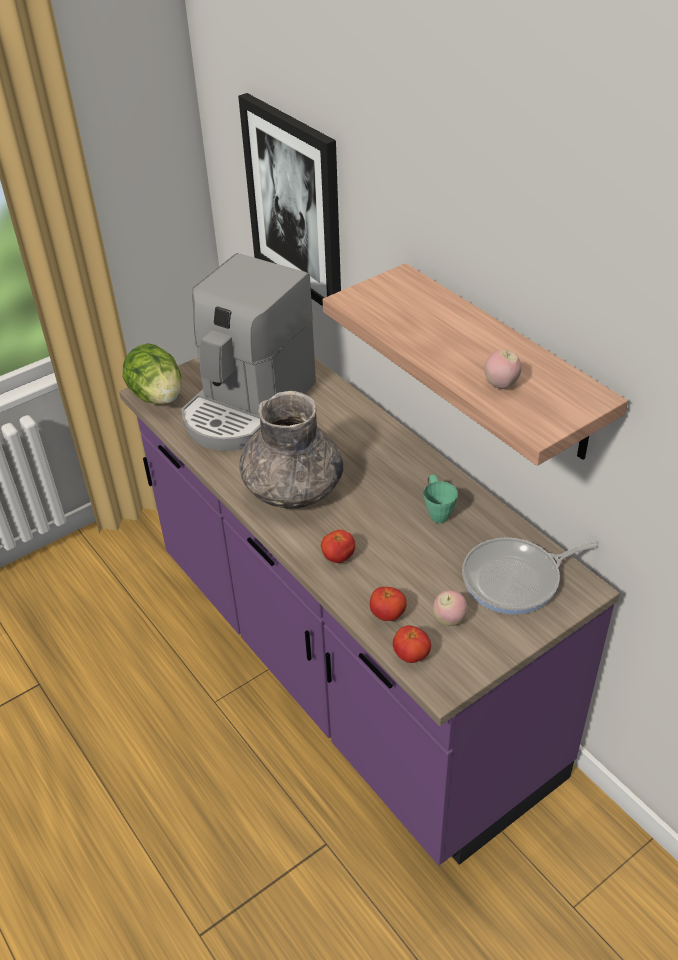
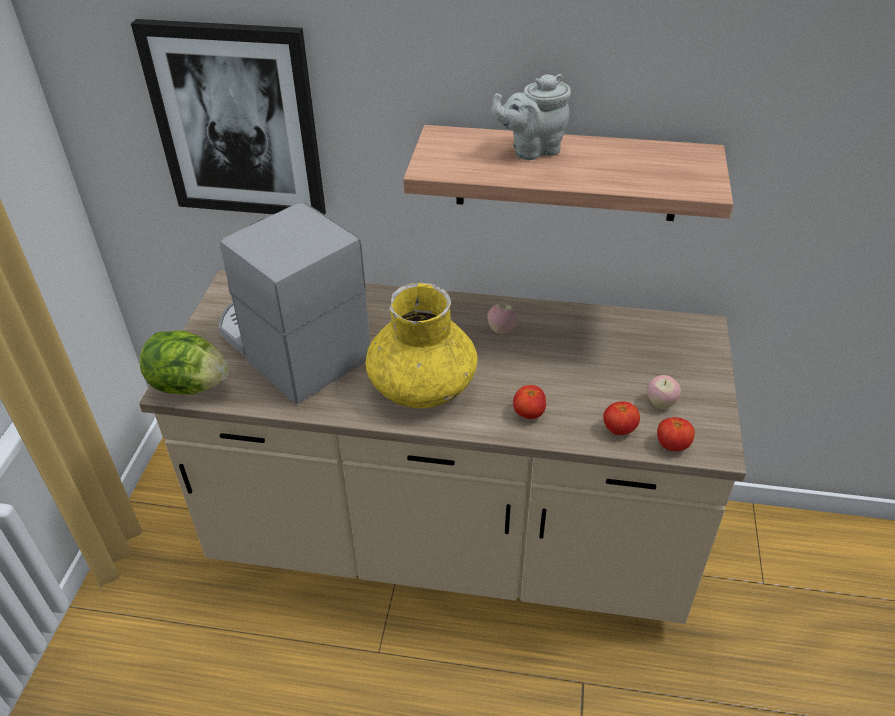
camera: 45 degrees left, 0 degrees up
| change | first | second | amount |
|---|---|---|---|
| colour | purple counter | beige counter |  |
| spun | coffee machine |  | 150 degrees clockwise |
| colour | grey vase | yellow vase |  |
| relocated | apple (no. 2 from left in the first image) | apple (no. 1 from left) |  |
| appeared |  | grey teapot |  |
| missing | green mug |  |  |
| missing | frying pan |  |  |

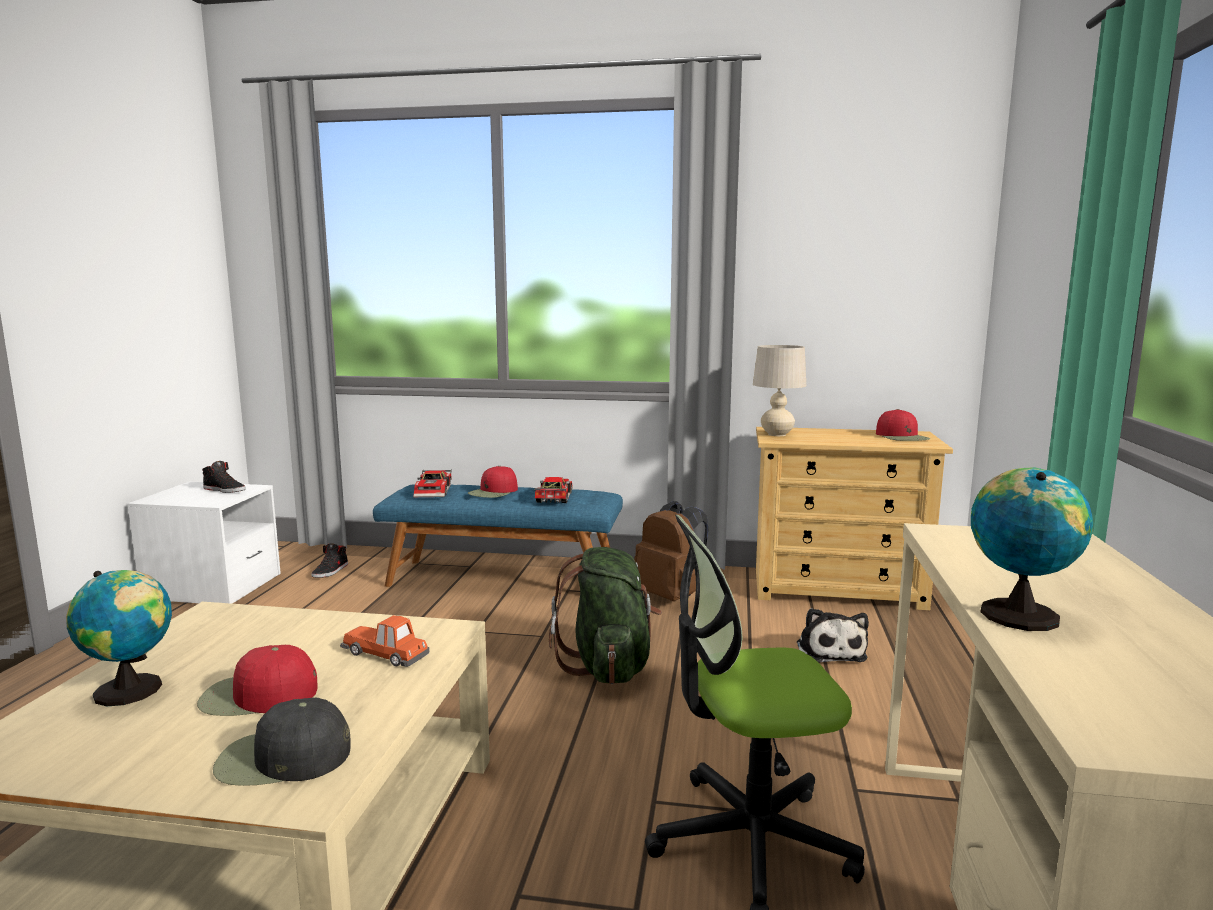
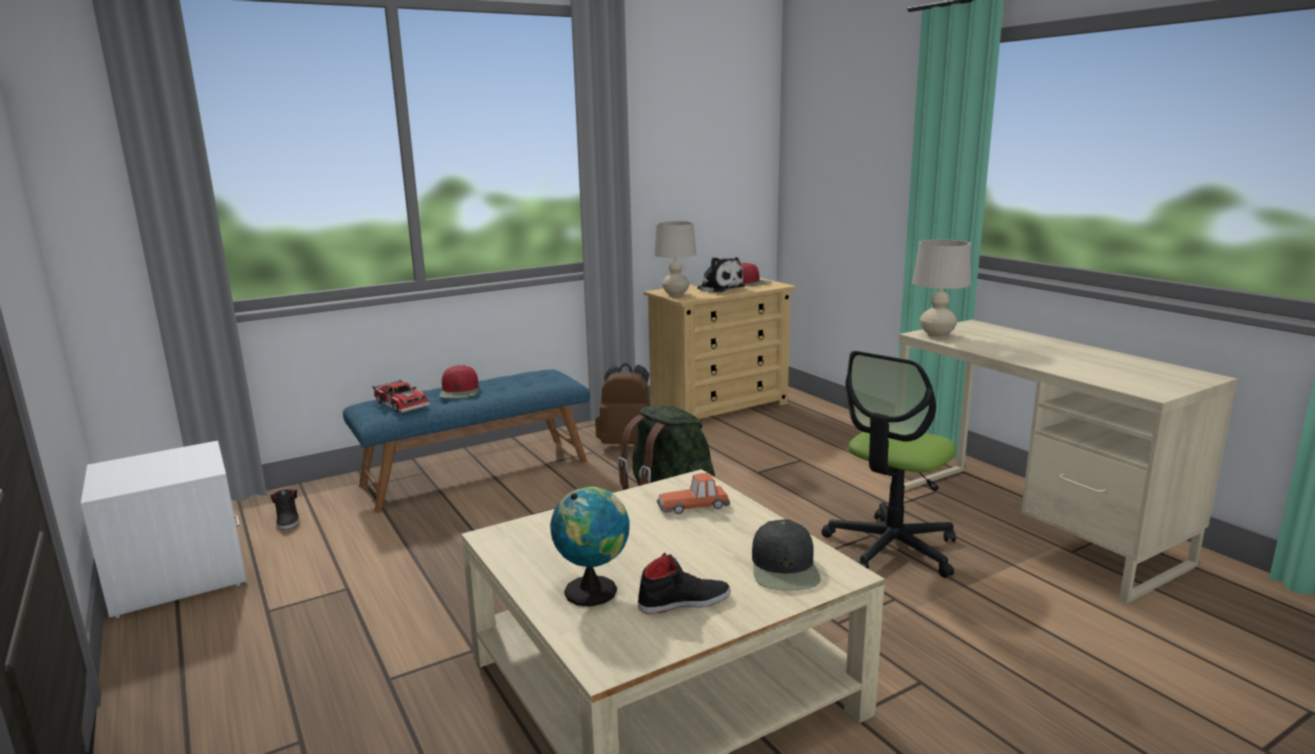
camera: 40 degrees left, 5 degrees up
| change | first | second | amount |
|---|---|---|---|
| relocated | black shoe (no. 1 from left in the first image) | black shoe (no. 2 from left) |  |
| relocated | plush toy |  |  |
| spun | black cap |  | 45 degrees counterclockwise |
| appeared |  | beige table lamp (no. 2 from left) |  |
| missing | red cap (no. 1 from left) |  |  |
| missing | toy car (no. 3 from left) |  |  |
| missing | globe (no. 2 from left) |  |  |

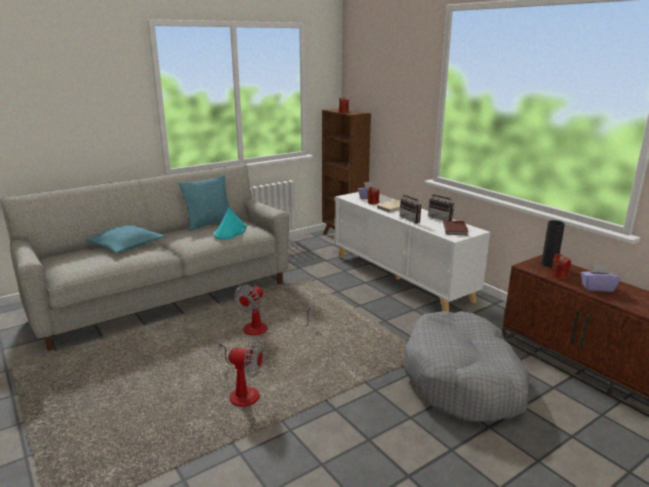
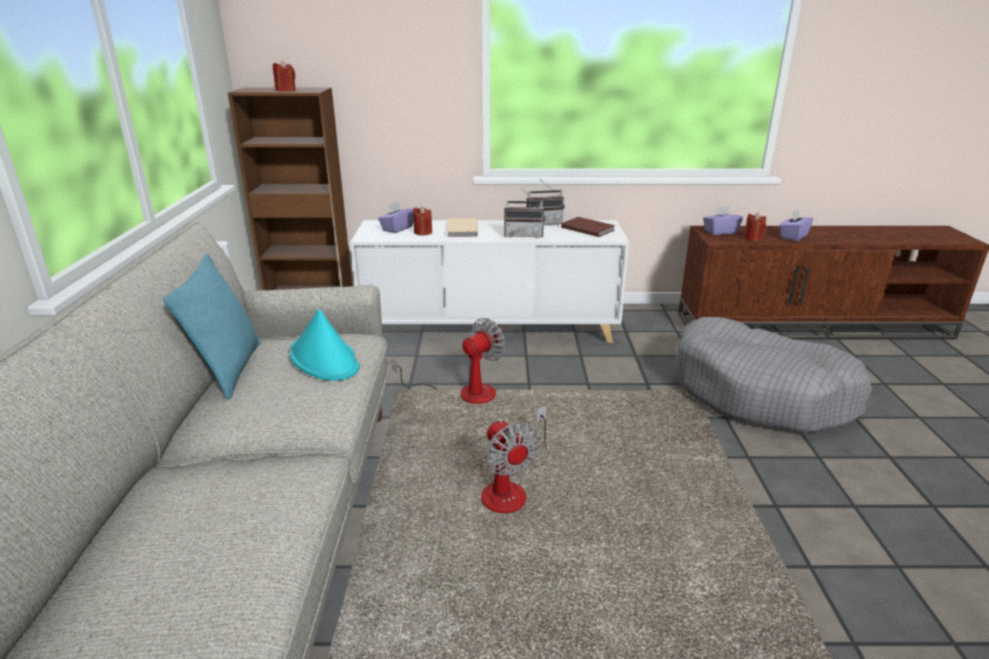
camera: 55 degrees left, 5 degrees up
| change | first | second | amount |
|---|---|---|---|
| relocated | fan (no. 1 from left) |  |  |
| exchanged | black vase | purple tissue box (no. 2 from left) |  |
| missing | turquoise pillow (no. 1 from left) |  |  |

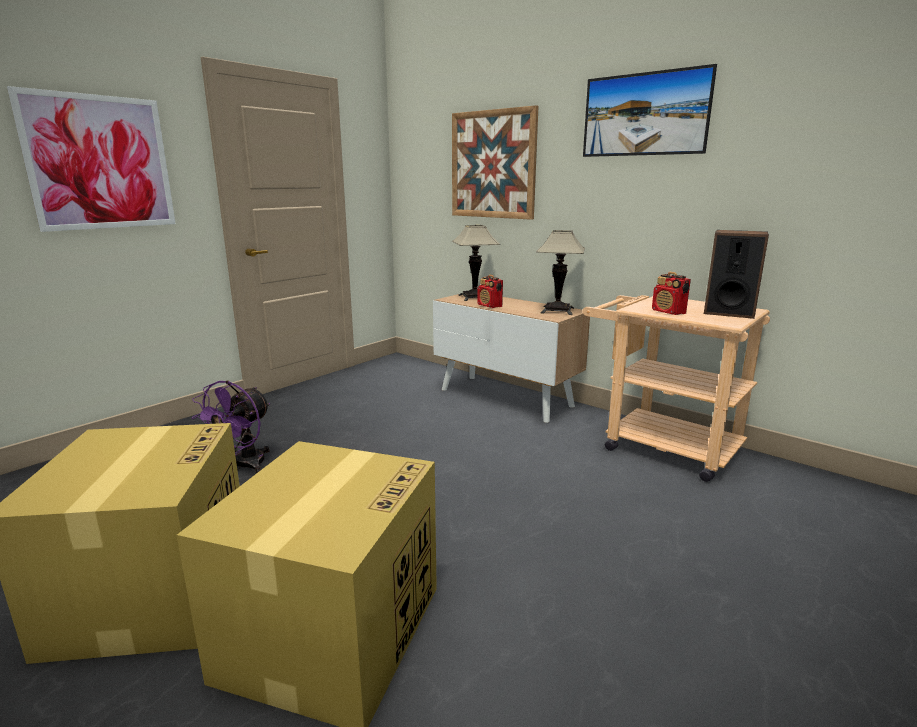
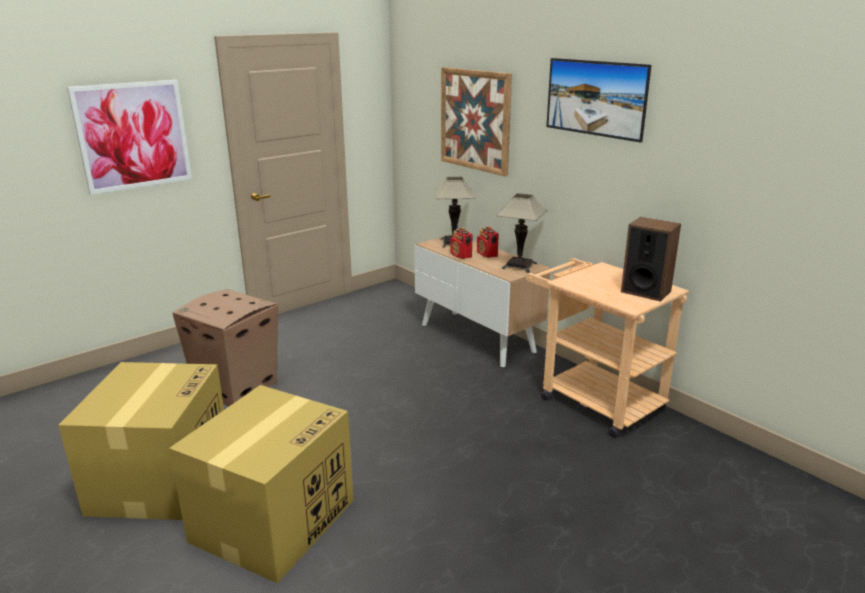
camera: 10 degrees right, 5 degrees up
| change | first | second | amount |
|---|---|---|---|
| exchanged | purple fan | cardboard box (no. 2 from left) |  |
| relocated | radio (no. 2 from left) |  |  |

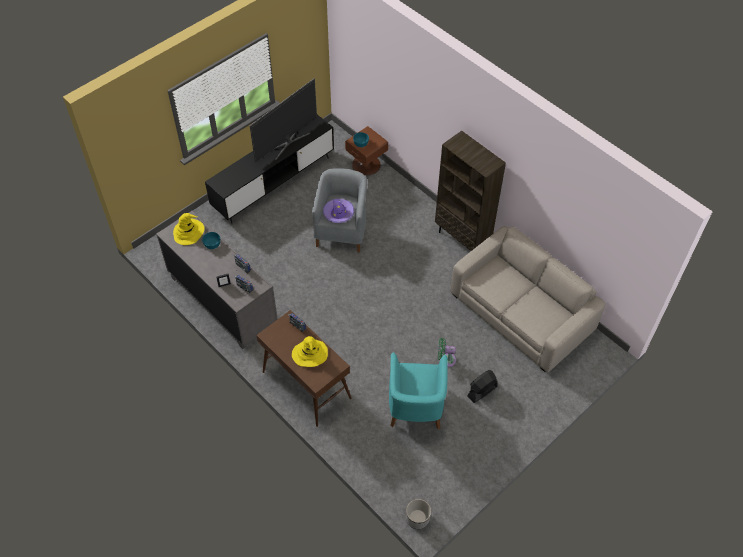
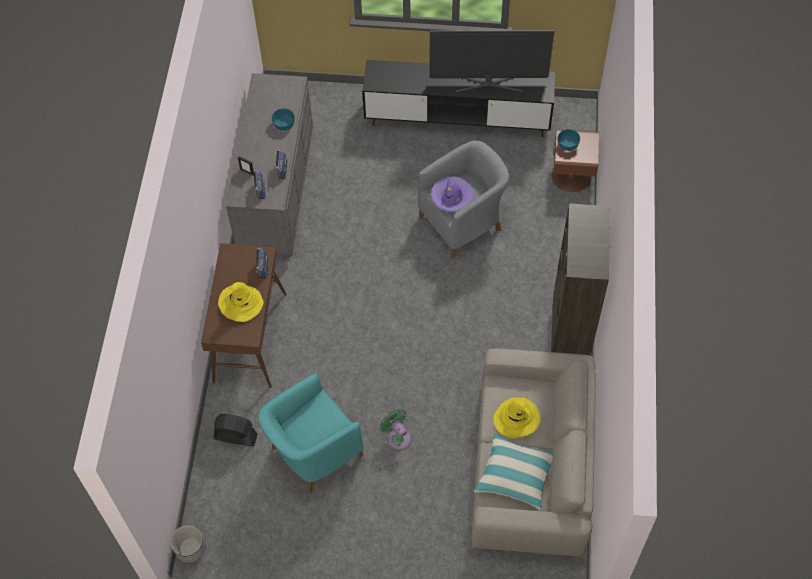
camera: 50 degrees right, 5 degrees up
| change | first | second | amount |
|---|---|---|---|
| relocated | black fan |  |  |
| appeared |  | pillow |  |
| relocated | yellow hat (no. 1 from left in the first image) | yellow hat (no. 2 from left) |  |

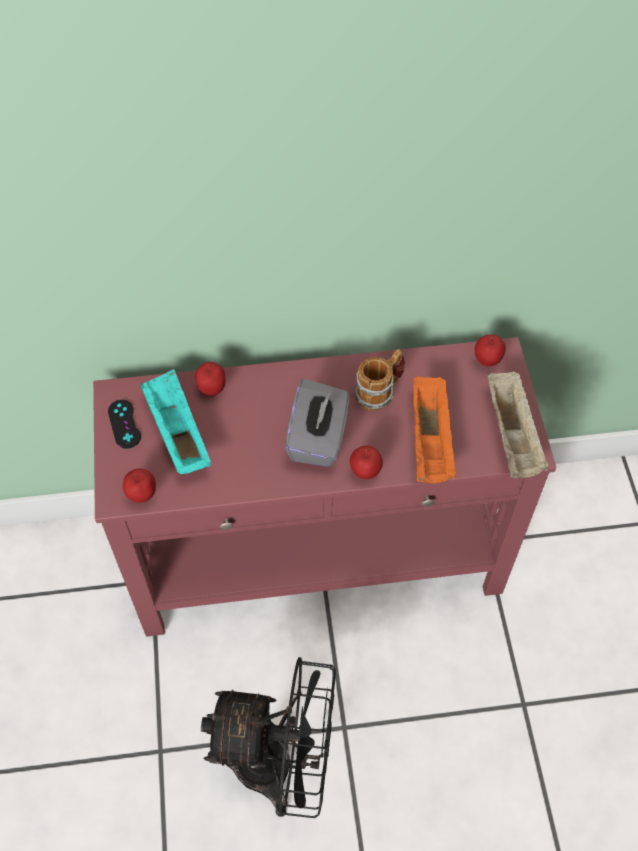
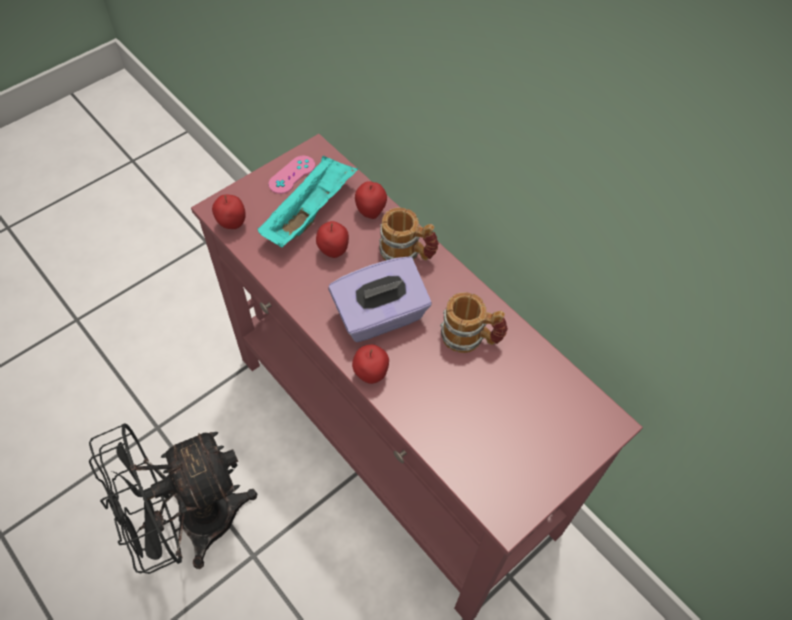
camera: 55 degrees right, 0 degrees up
| change | first | second | amount |
|---|---|---|---|
| spun | black fan |  | 90 degrees clockwise |
| colour | black game controller | pink game controller |  |
| relocated | apple (no. 4 from left in the first image) | apple (no. 2 from left) |  |
| colour | grey tissue box | purple tissue box |  |
| appeared |  | mug (no. 1 from left) |  |
| missing | orange tray |  |  |
| missing | beige tray |  |  |

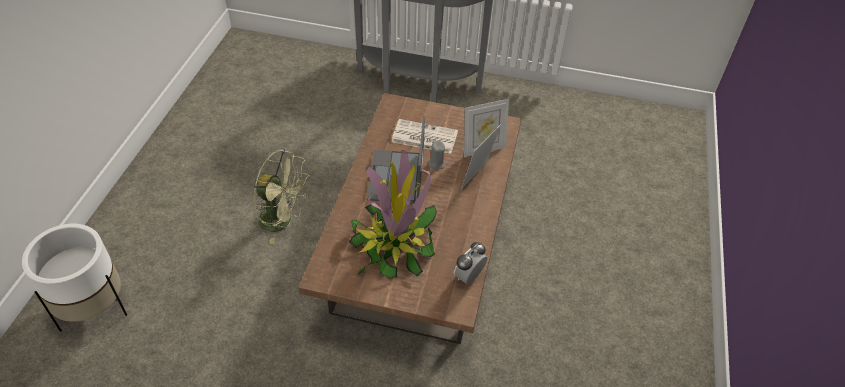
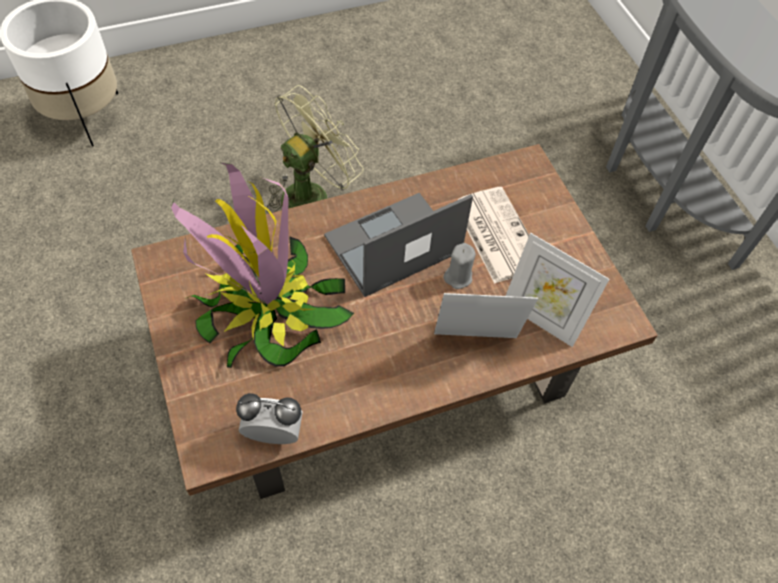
camera: 55 degrees right, 10 degrees up
| change | first | second | amount |
|---|---|---|---|
| spun | green fan |  | 120 degrees counterclockwise |

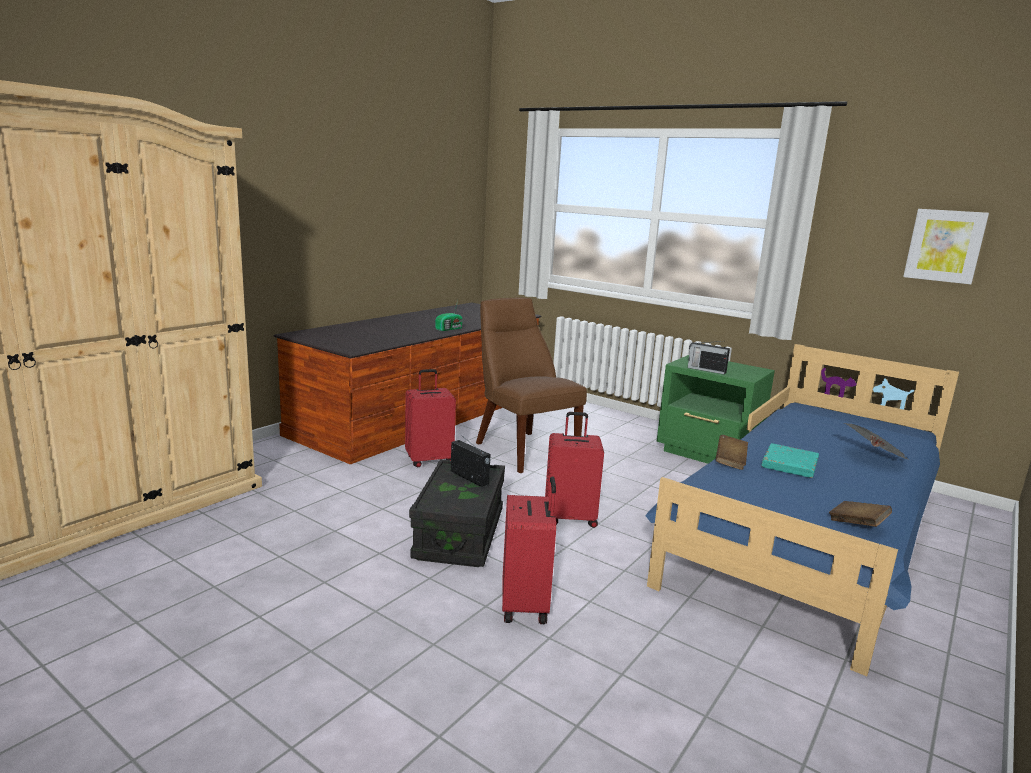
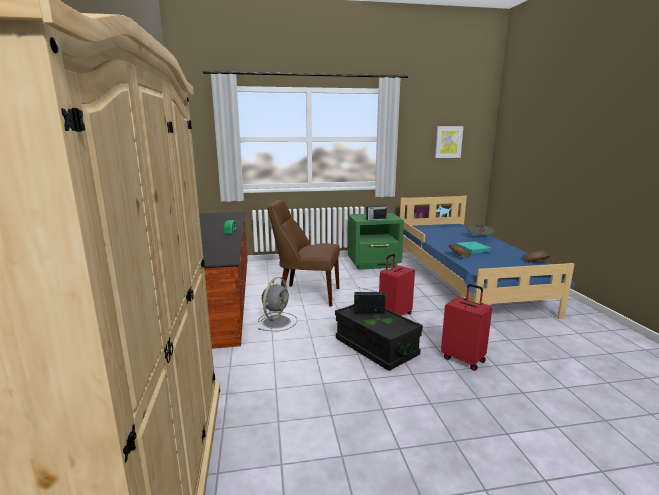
camera: 45 degrees left, 0 degrees up
| change | first | second | amount |
|---|---|---|---|
| exchanged | red suitcase (no. 1 from left) | grey fan |  |

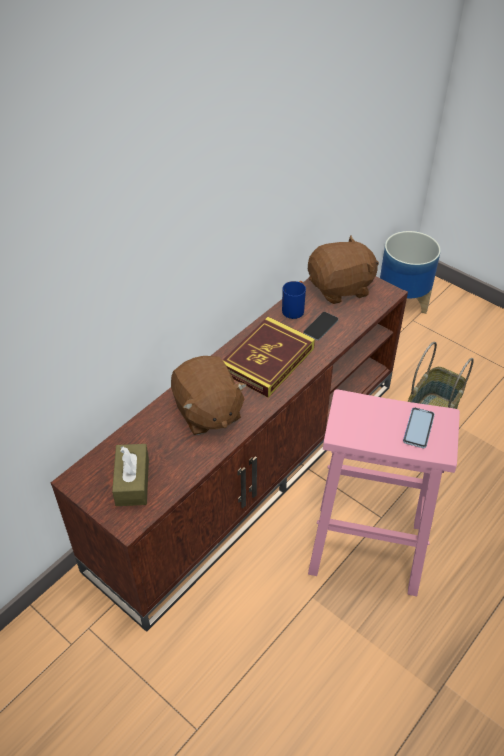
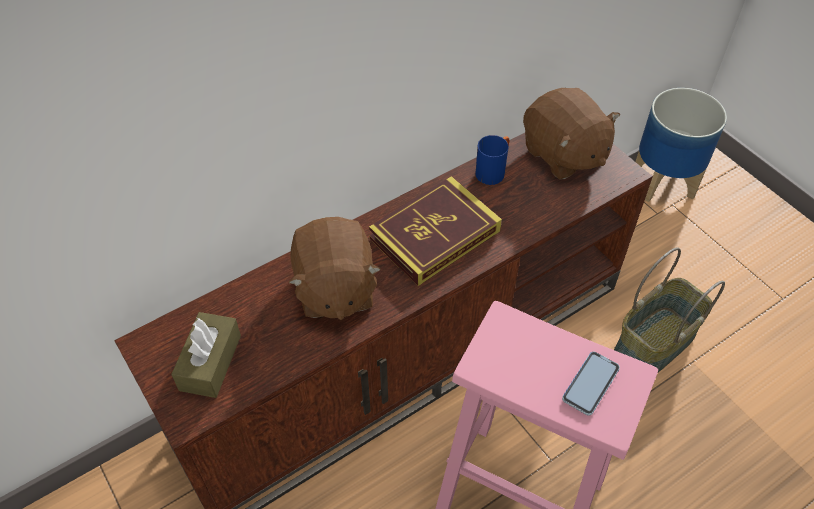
camera: 15 degrees right, 5 degrees up
| change | first | second | amount |
|---|---|---|---|
| spun | brown plush toy (no. 2 from left) |  | 60 degrees clockwise |
| missing | phone (no. 1 from left) |  |  |

